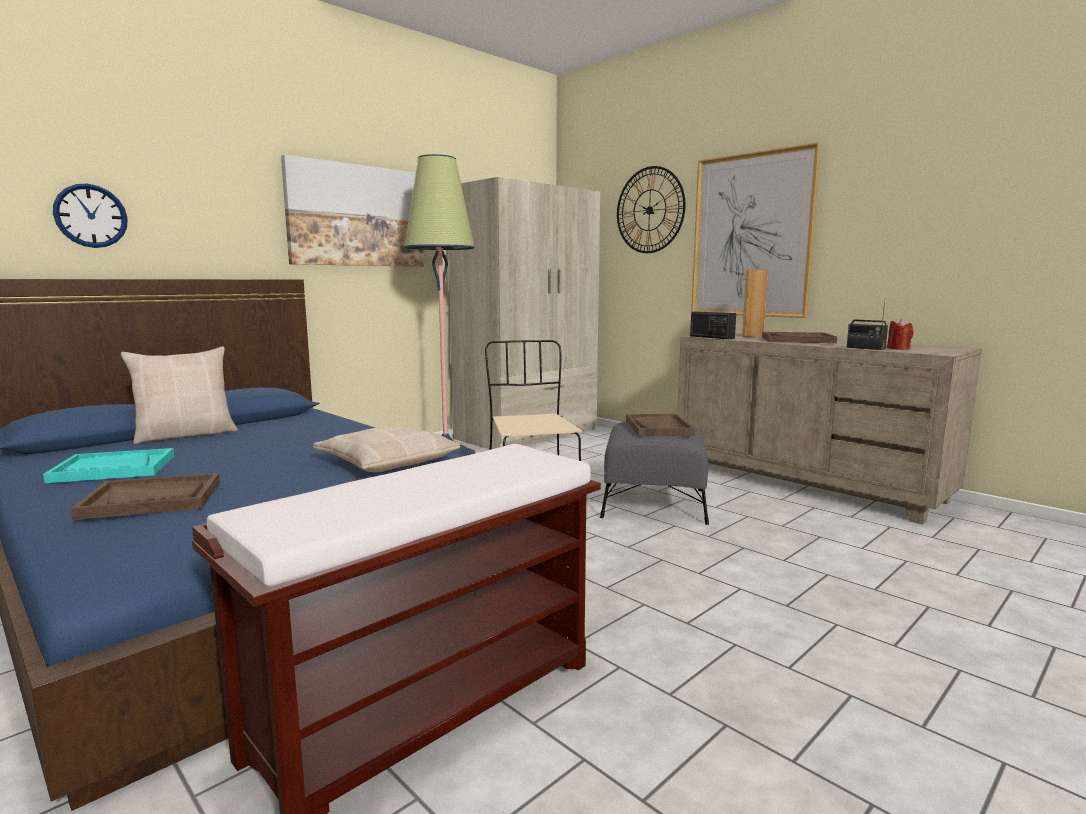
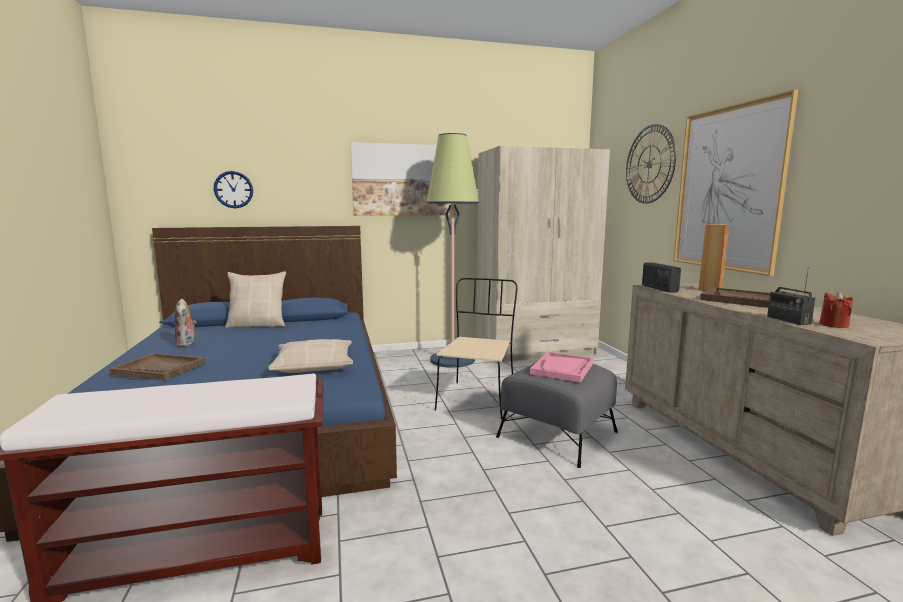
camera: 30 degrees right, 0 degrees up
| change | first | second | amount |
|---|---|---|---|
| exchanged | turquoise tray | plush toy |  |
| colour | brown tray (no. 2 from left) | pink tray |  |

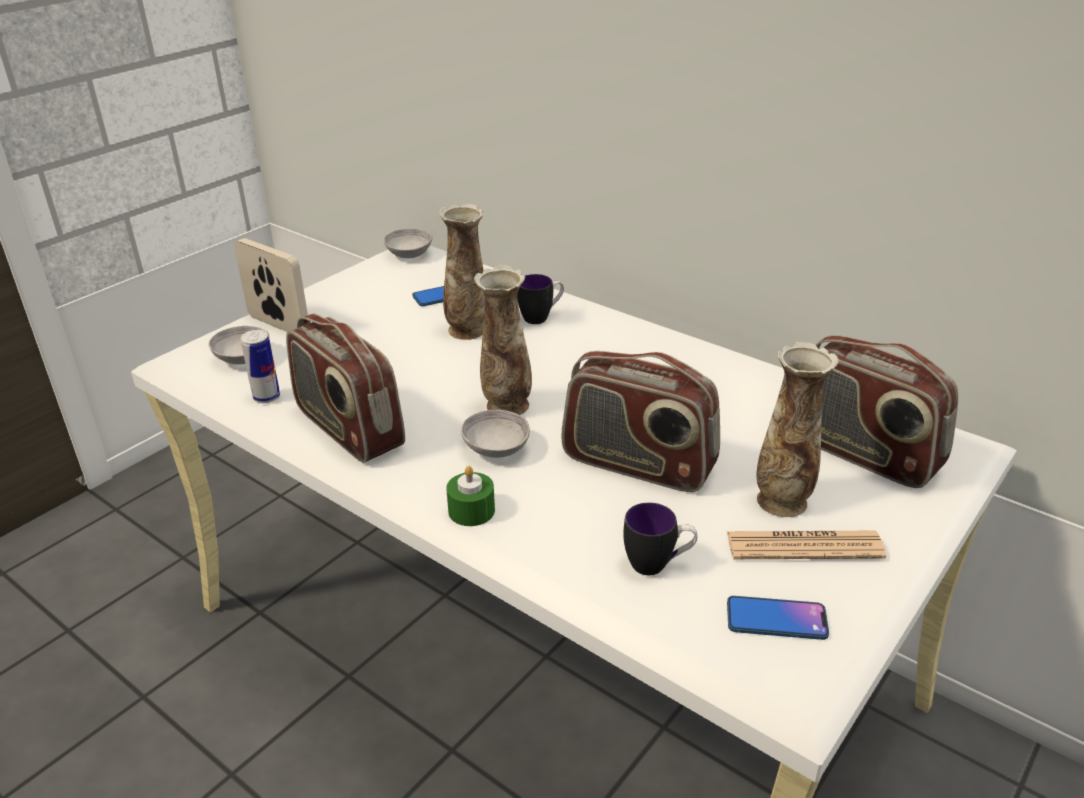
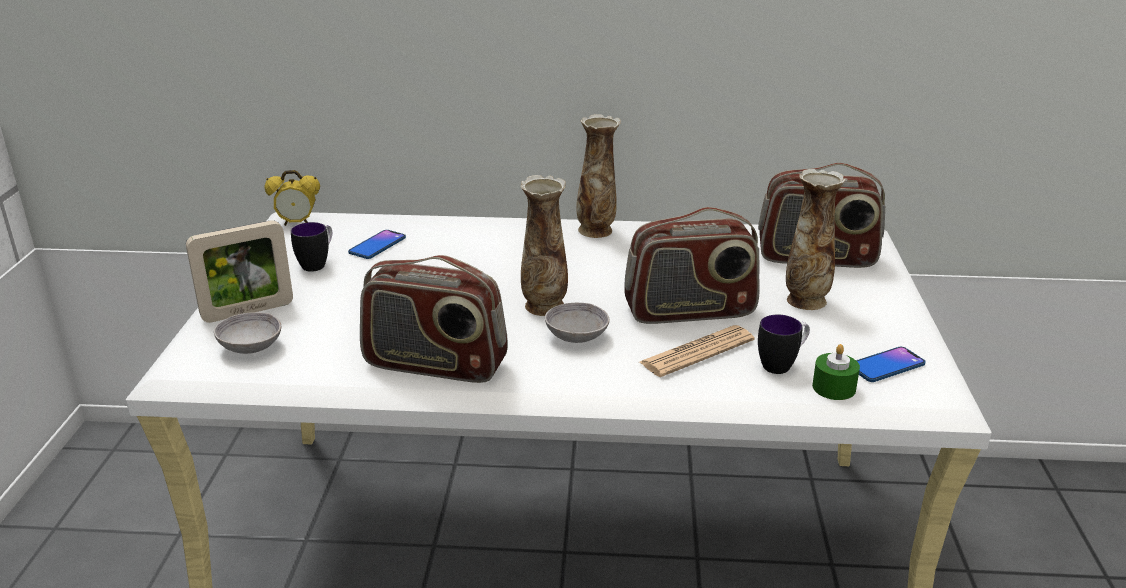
camera: 35 degrees left, 5 degrees down
| change | first | second | amount |
|---|---|---|---|
| spun | picture frame |  | 150 degrees clockwise |
| exchanged | grey bowl (no. 2 from left) | alarm clock |  |
| relocated | mug (no. 1 from left) |  |  |
| relocated | vase (no. 1 from left in the first image) | vase (no. 2 from left) |  |
| relocated | newspaper |  |  |
| relocated | green candle |  |  |
| missing | can |  |  |

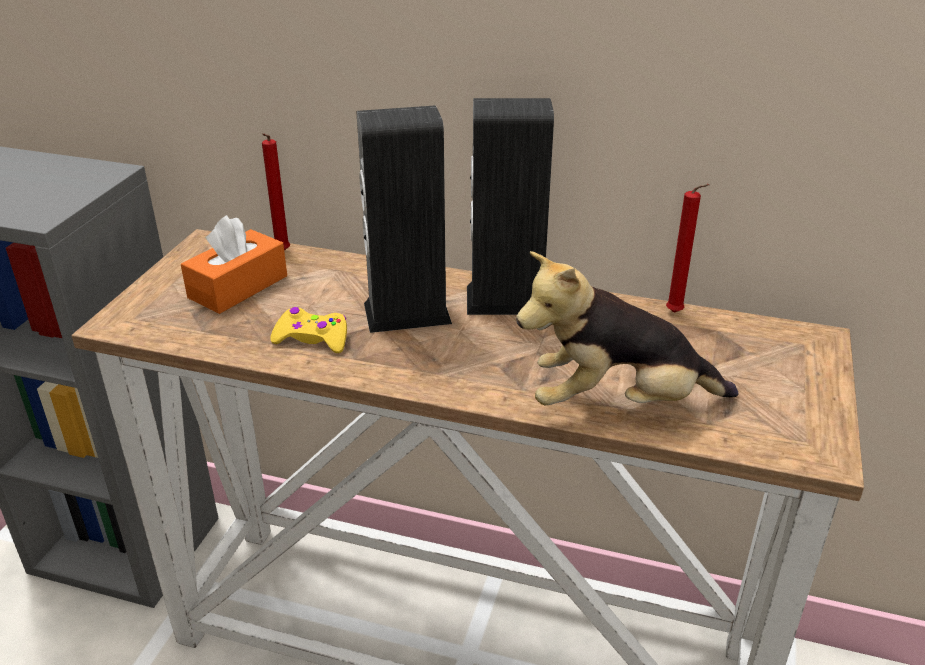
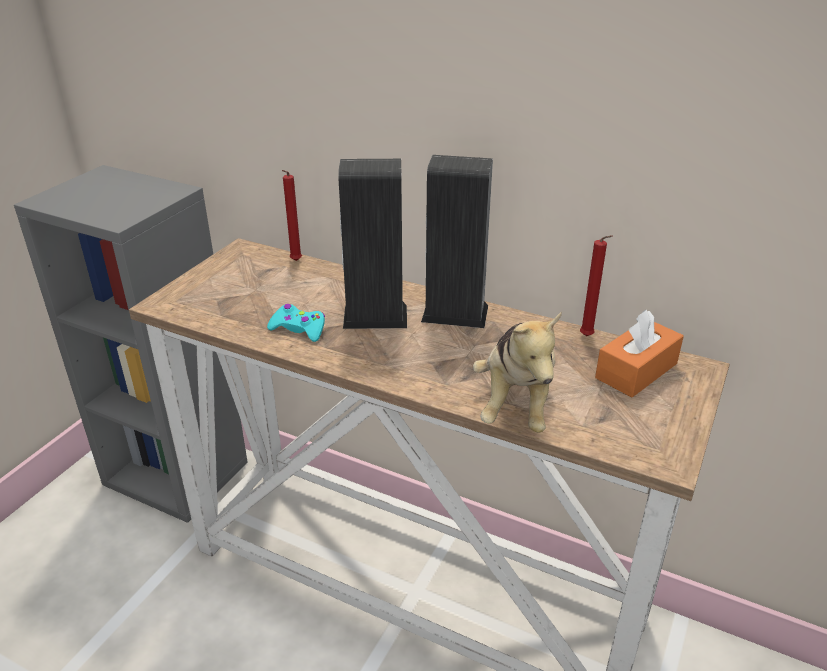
camera: 10 degrees right, 0 degrees up
| change | first | second | amount |
|---|---|---|---|
| colour | yellow game controller | turquoise game controller |  |
| spun | plush toy |  | 90 degrees counterclockwise |
| relocated | orange tissue box |  |  |

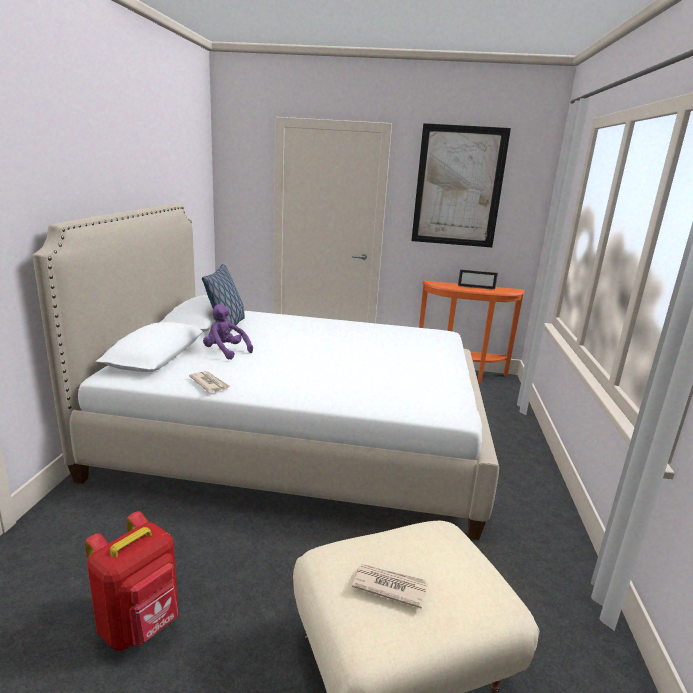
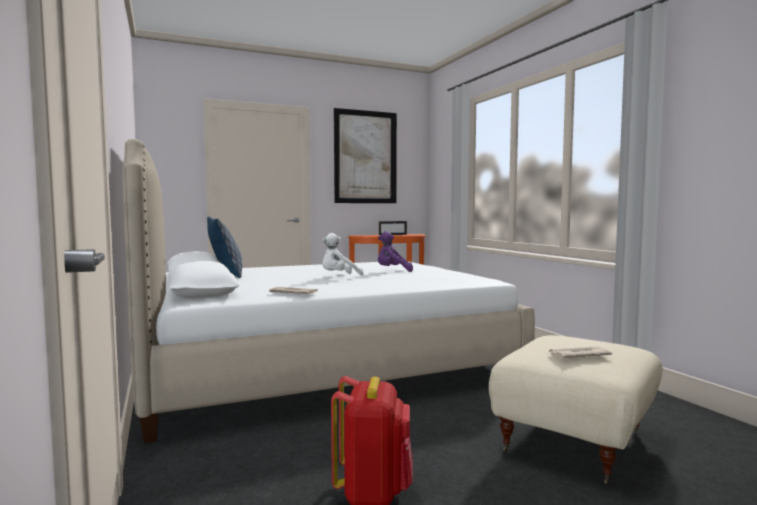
camera: 30 degrees left, 15 degrees down
| change | first | second | amount |
|---|---|---|---|
| appeared |  | white plush toy |  |
| relocated | purple plush toy |  |  |

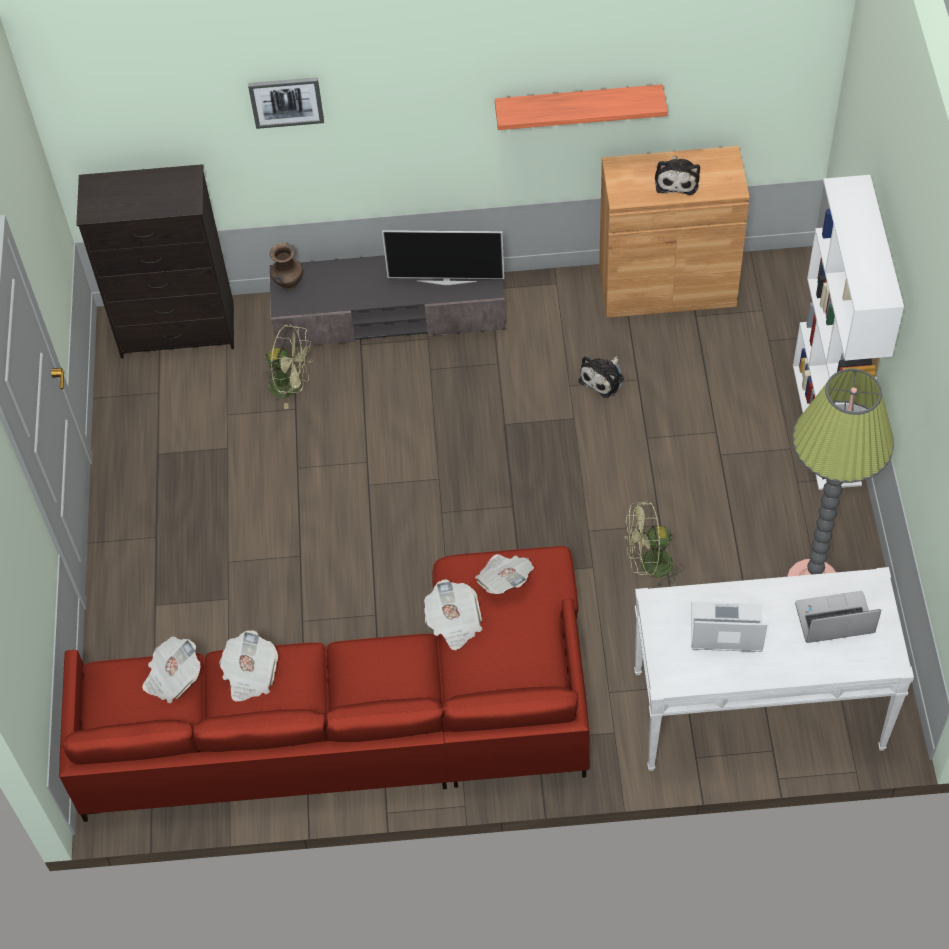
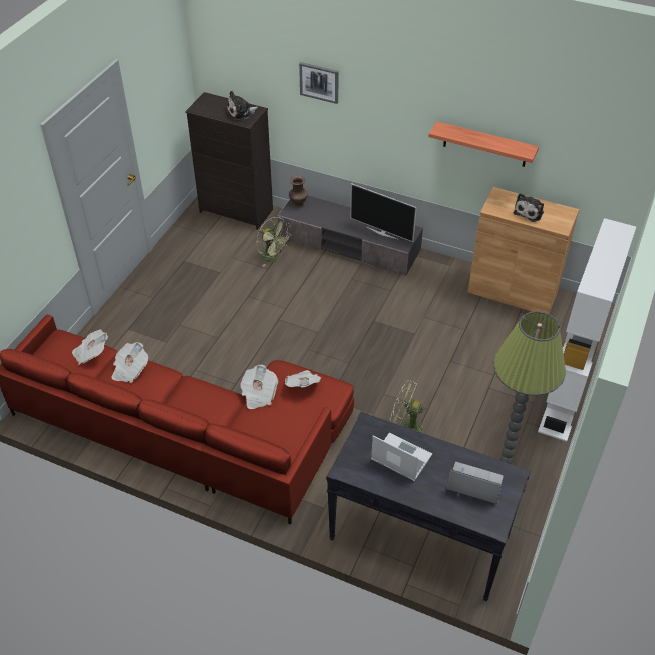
camera: 25 degrees right, 10 degrees down
| change | first | second | amount |
|---|---|---|---|
| relocated | plush toy (no. 1 from left) |  |  |
| colour | white console table | black console table |  |

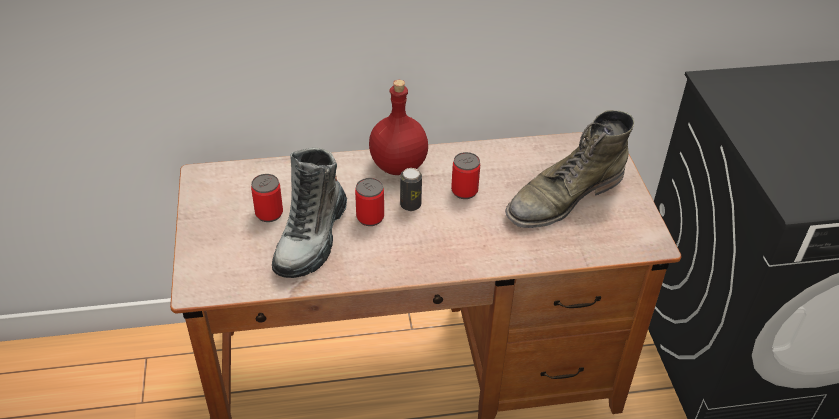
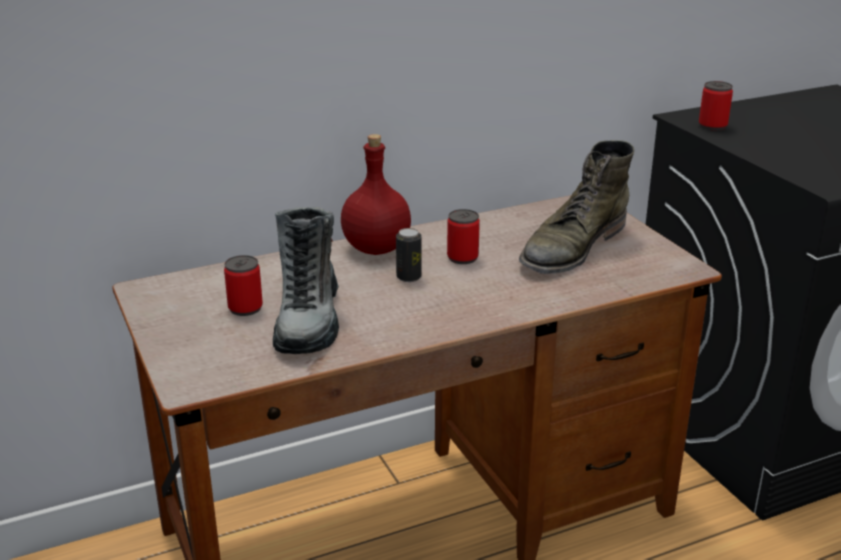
camera: 15 degrees left, 15 degrees down
| change | first | second | amount |
|---|---|---|---|
| relocated | can (no. 2 from left in the first image) | can (no. 4 from left) |  |

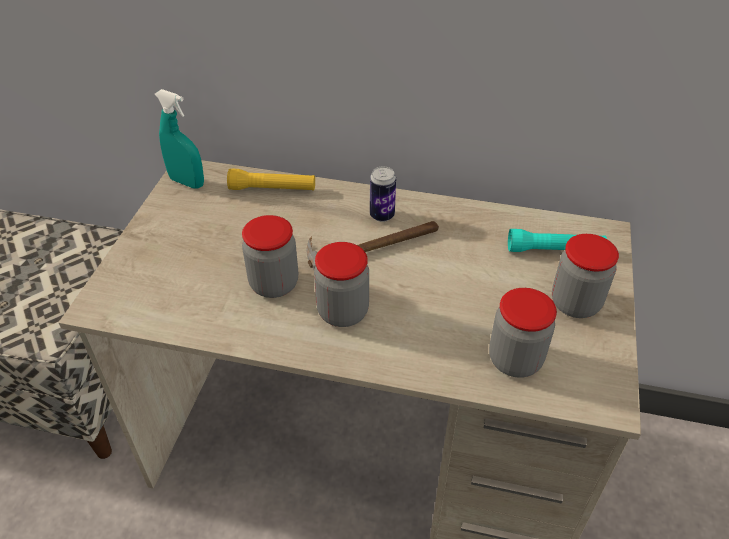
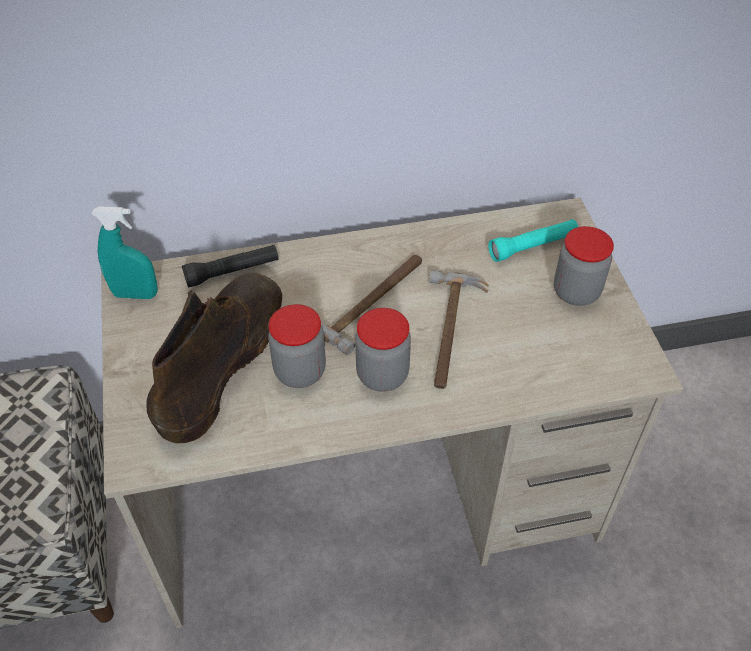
camera: 25 degrees left, 5 degrees up
| change | first | second | amount |
|---|---|---|---|
| appeared |  | brown boot |  |
| colour | yellow flashlight | black flashlight |  |
| appeared |  | hammer (no. 2 from left) |  |
| missing | can |  |  |
| missing | jar (no. 3 from left) |  |  |

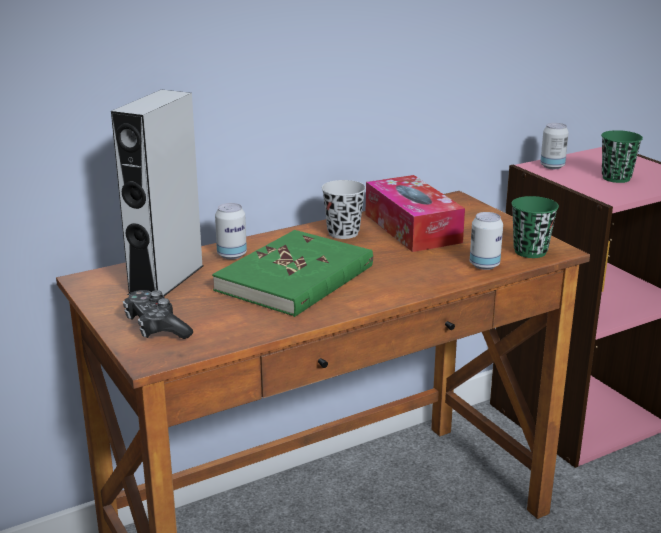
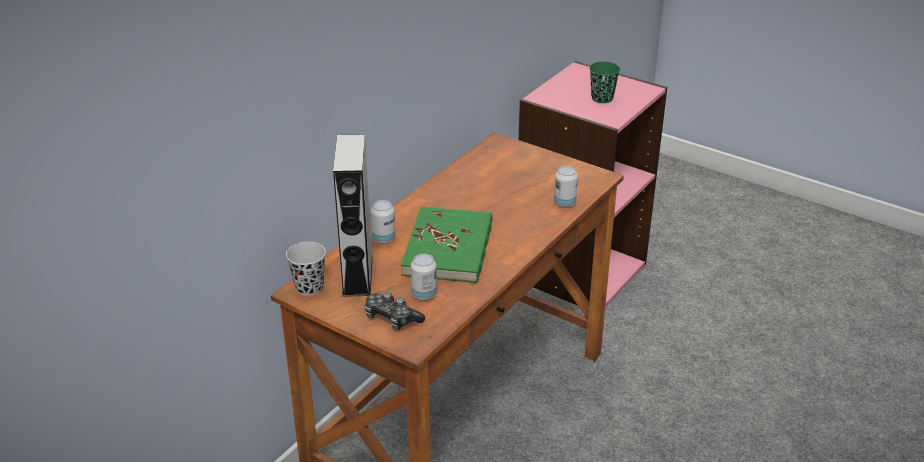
camera: 25 degrees left, 10 degrees up
| change | first | second | amount |
|---|---|---|---|
| relocated | black cup |  |  |
| relocated | can (no. 3 from left in the first image) | can (no. 2 from left) |  |
| missing | tissue box |  |  |
| missing | green cup (no. 1 from left) |  |  |

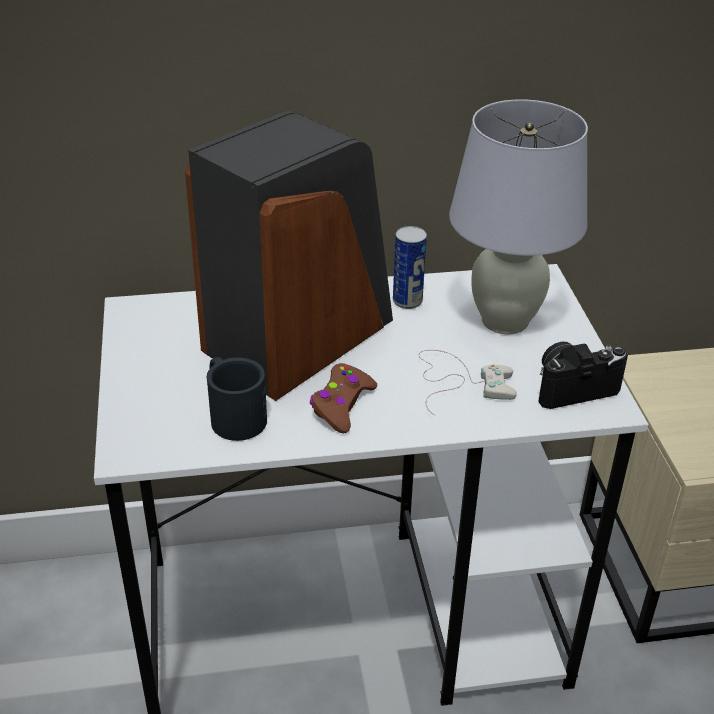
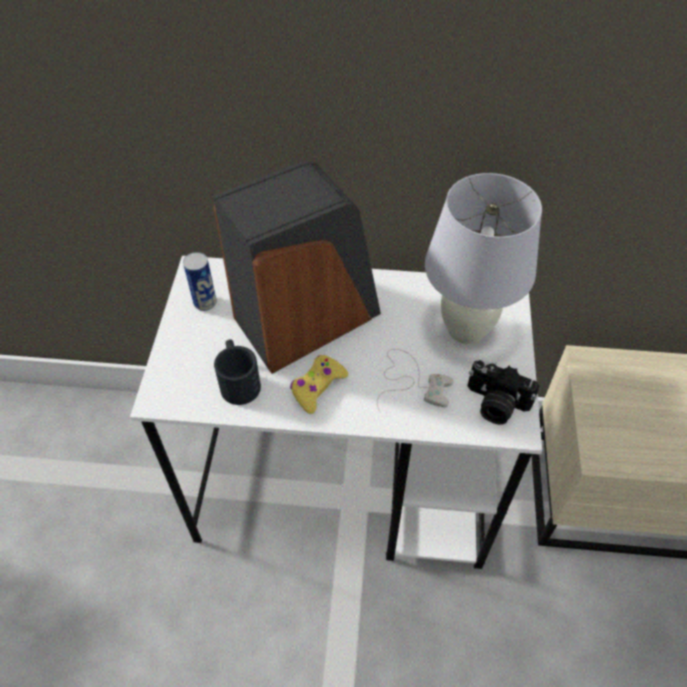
camera: 15 degrees right, 15 degrees up
| change | first | second | amount |
|---|---|---|---|
| relocated | can |  |  |
| colour | brown game controller | yellow game controller |  |
| spun | photo camera |  | 150 degrees counterclockwise |

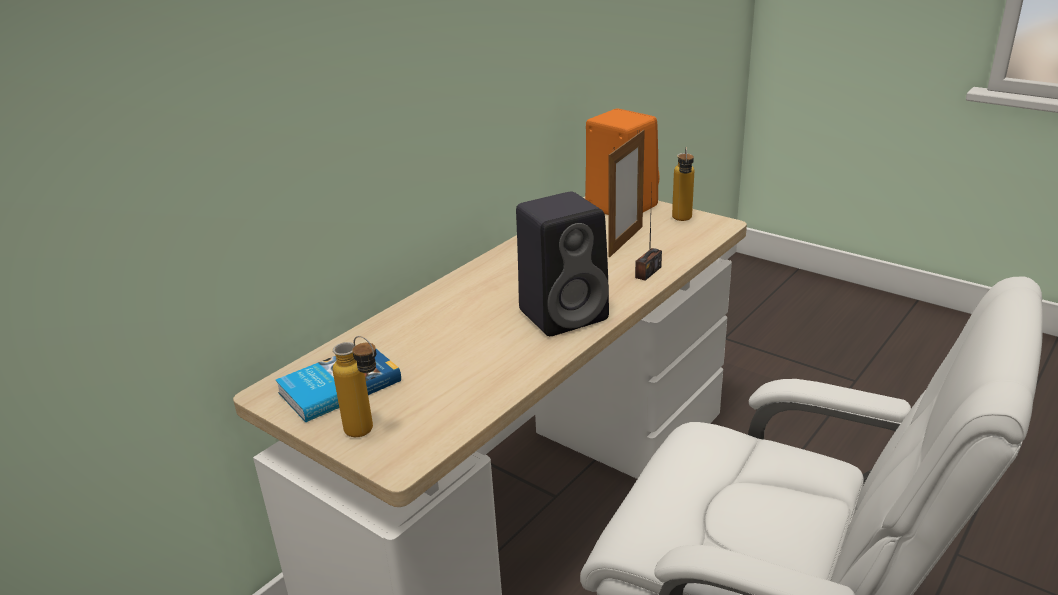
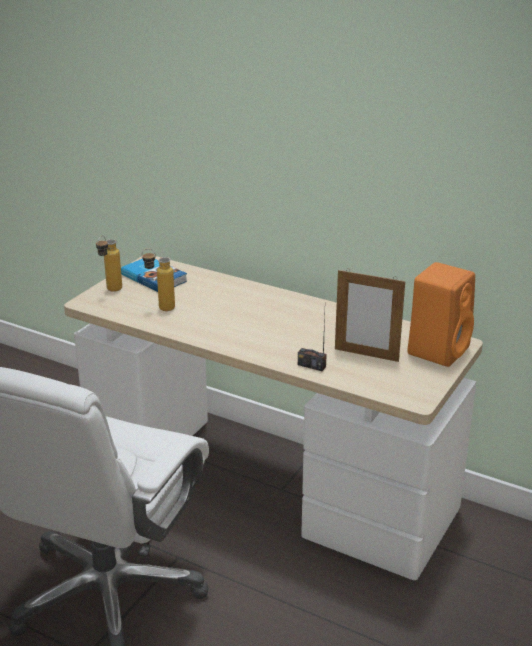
camera: 80 degrees right, 0 degrees up
| change | first | second | amount |
|---|---|---|---|
| relocated | bottle (no. 2 from left) |  |  |
| missing | black speaker |  |  |

